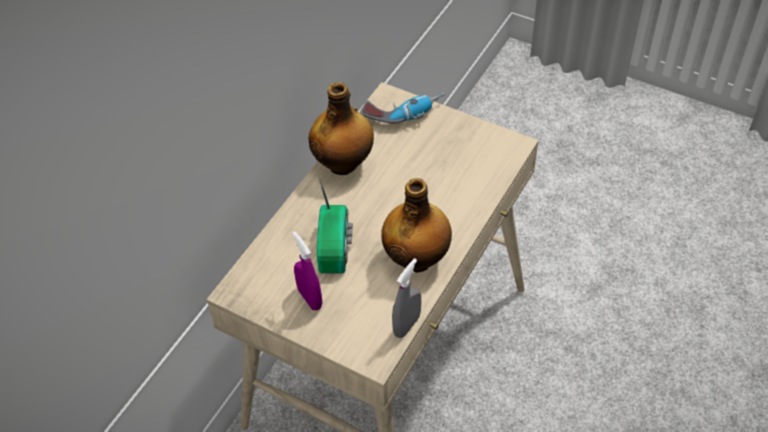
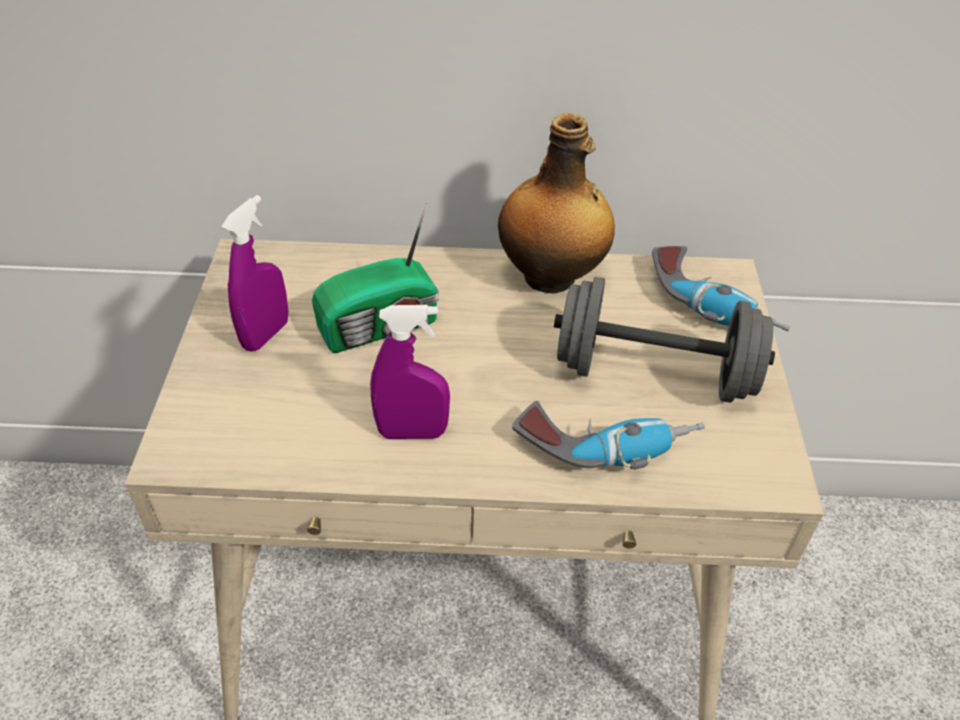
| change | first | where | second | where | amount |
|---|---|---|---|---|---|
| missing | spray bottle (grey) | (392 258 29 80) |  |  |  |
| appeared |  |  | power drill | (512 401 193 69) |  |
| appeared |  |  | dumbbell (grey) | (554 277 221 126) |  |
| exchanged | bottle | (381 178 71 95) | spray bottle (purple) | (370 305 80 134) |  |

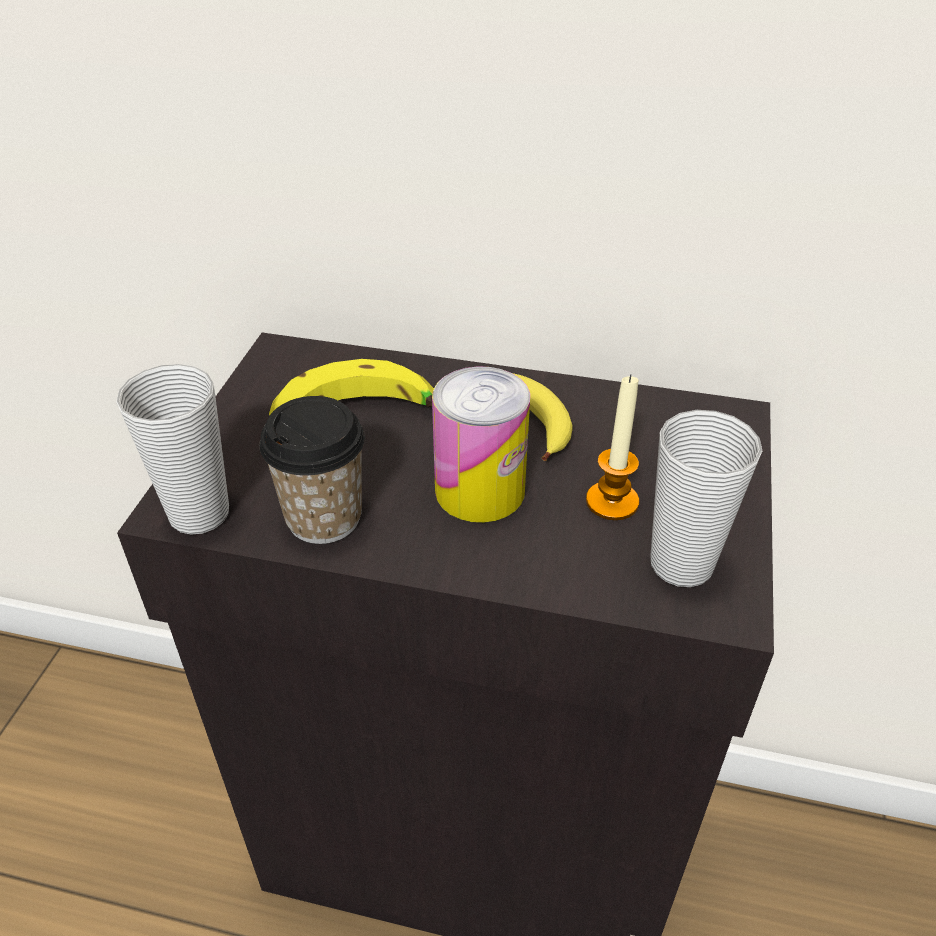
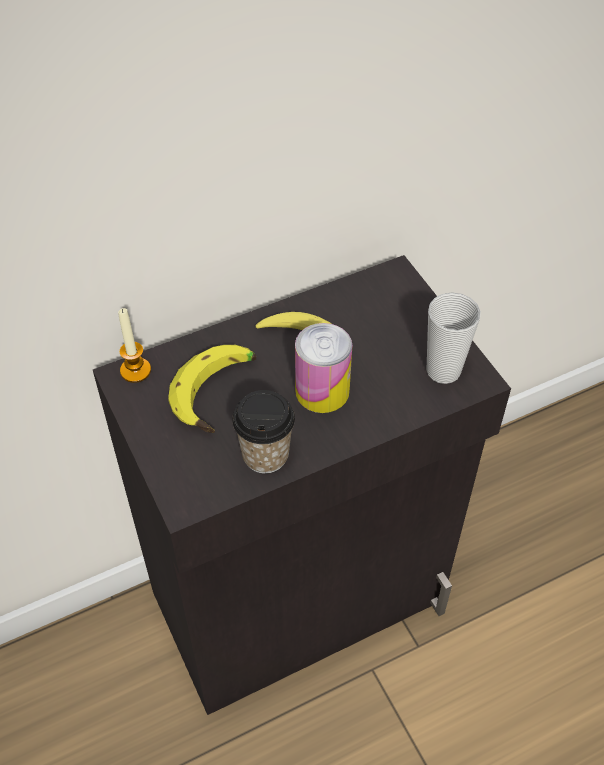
| change | first | where | second | where | amount |
|---|---|---|---|---|---|
| missing | cup | (116 364 113 171) |  |  |  |
| relocated | candle | (586 374 53 146) |  | (118 308 33 75) |  |

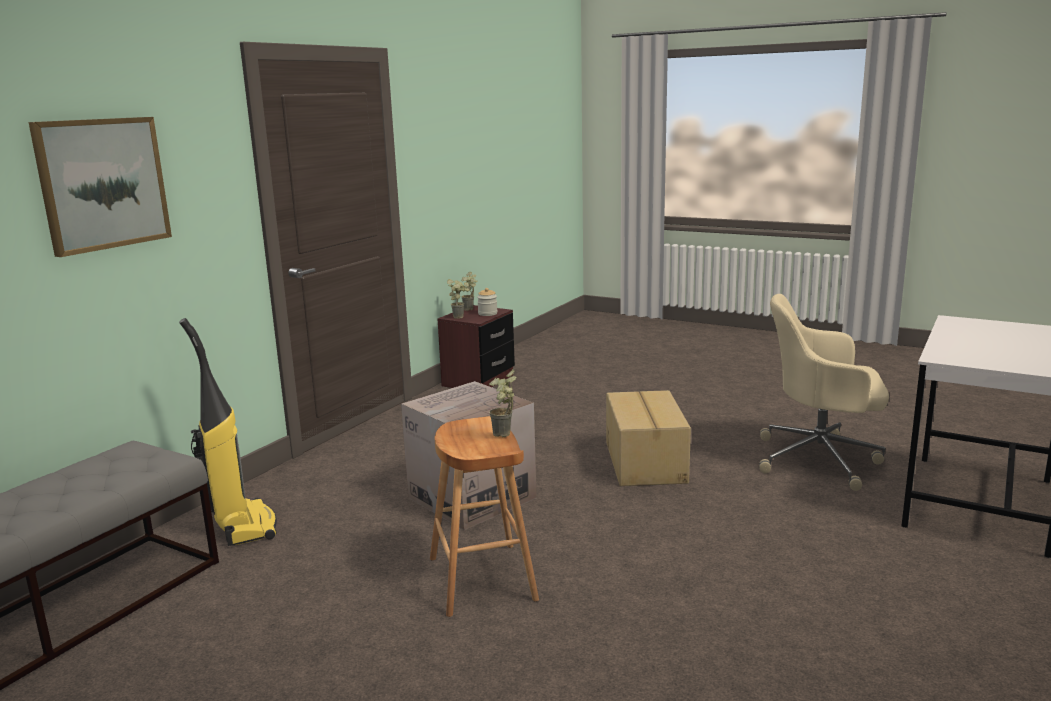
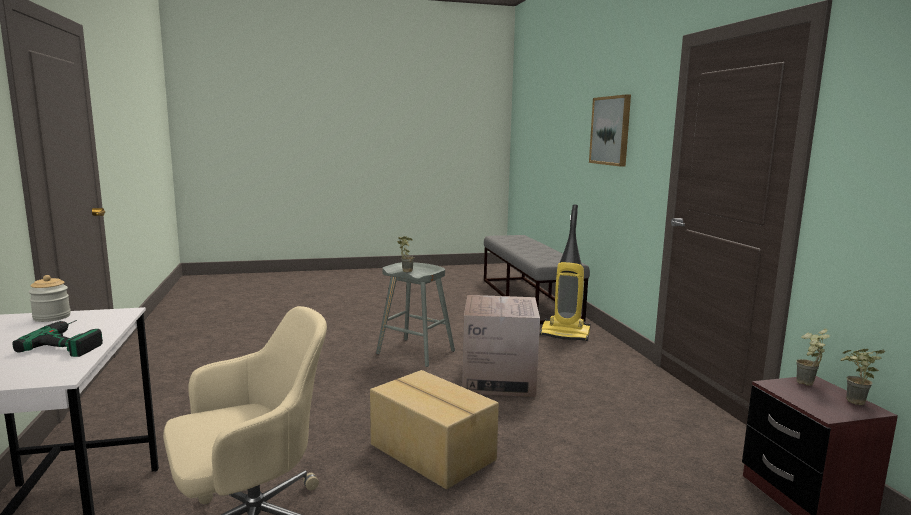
| change | first | where | second | where | amount |
|---|---|---|---|---|---|
| appeared |  |  | power drill | (12 320 91 37) |  |
| relocated | jar | (477 288 21 28) |  | (29 275 42 47) |  |
| colour | stool (brown) | (430 416 109 201) | stool (grey) | (376 262 79 105) |  |

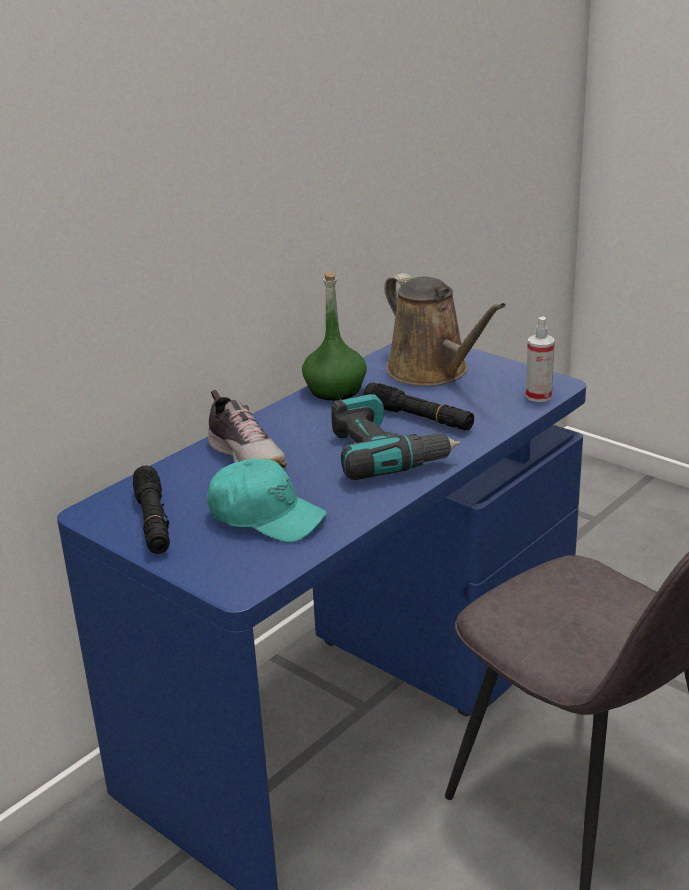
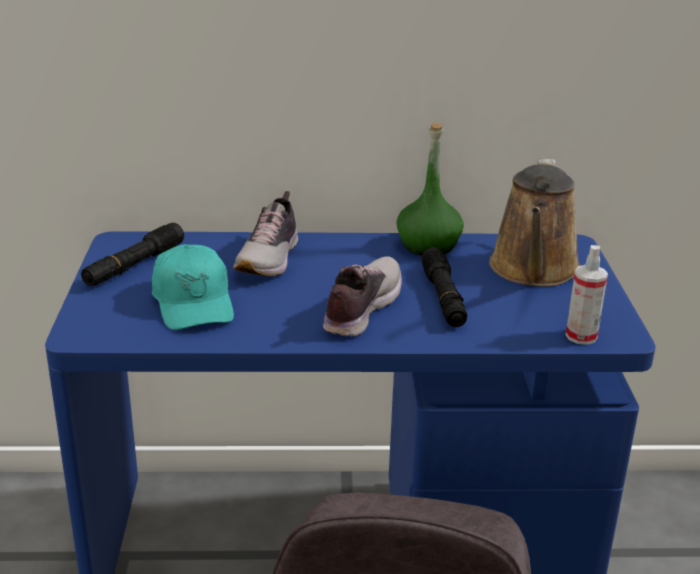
| change | first | where | second | where | amount |
|---|---|---|---|---|---|
| exchanged | power drill | (331 394 129 86) | shoe | (323 256 79 80) |  |

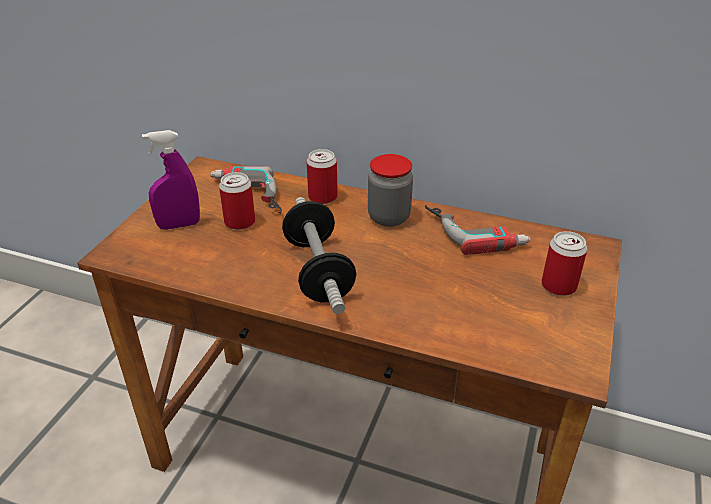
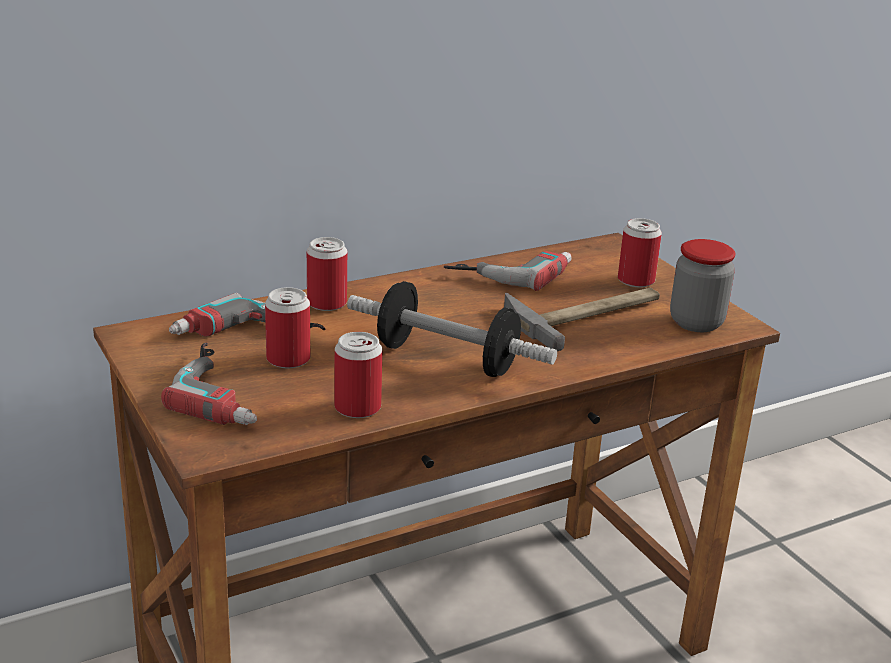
| change | first | where | second | where | amount |
|---|---|---|---|---|---|
| appeared |  |  | can | (334 332 49 86) |  |
| appeared |  |  | hammer | (504 288 156 63) |  |
| relocated | jar | (368 154 45 73) |  | (670 239 66 93) |  |
| exchanged | spray bottle (purple) | (142 130 58 100) | power drill | (161 342 96 83) |  |

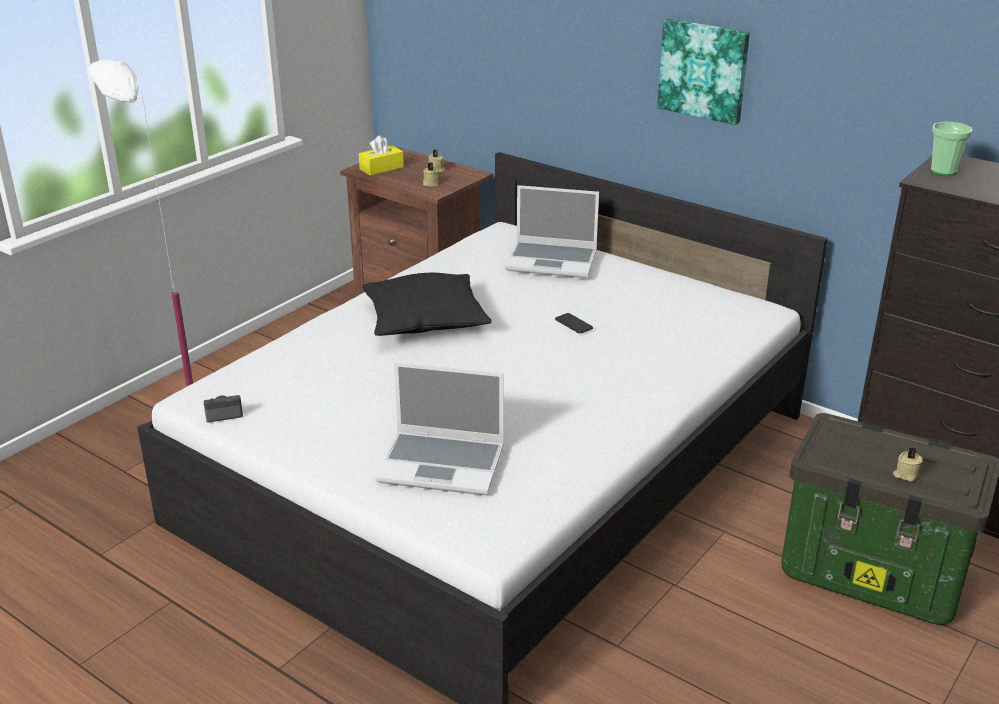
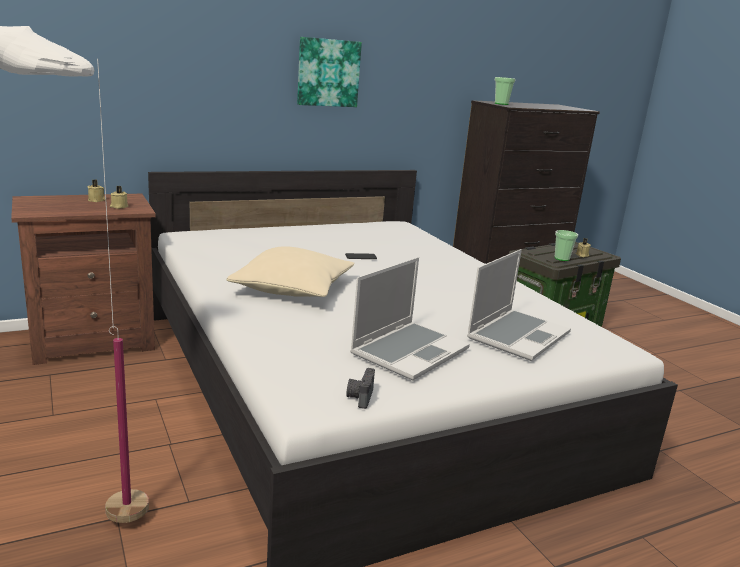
| change | first | where | second | where | amount |
|---|---|---|---|---|---|
| missing | tissue box (yellow) | (359 135 45 41) |  |  |  |
| appeared |  |  | cup | (554 230 24 31) |  |
| relocated | laptop | (505 185 94 93) |  | (350 257 120 124) |  |
| colour | pillow (black) | (362 273 129 63) | pillow (beige) | (226 246 129 51) |  |

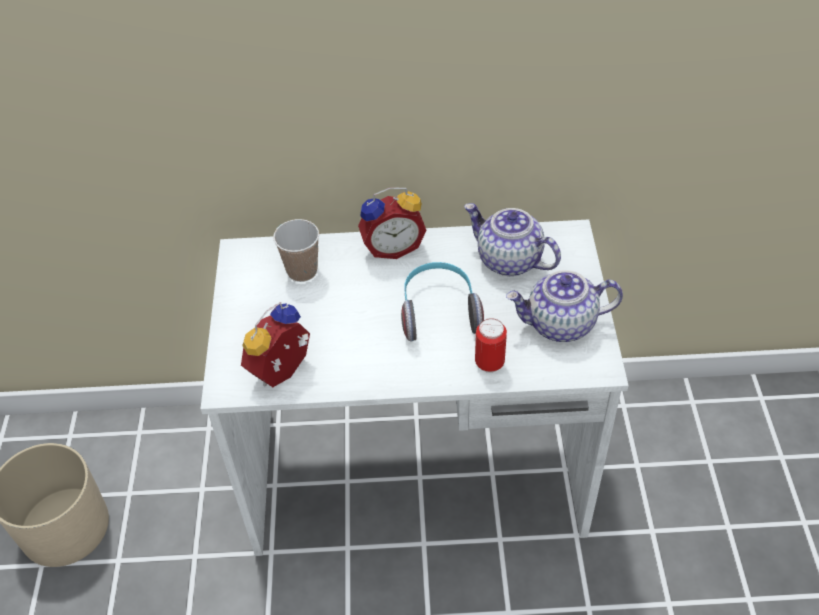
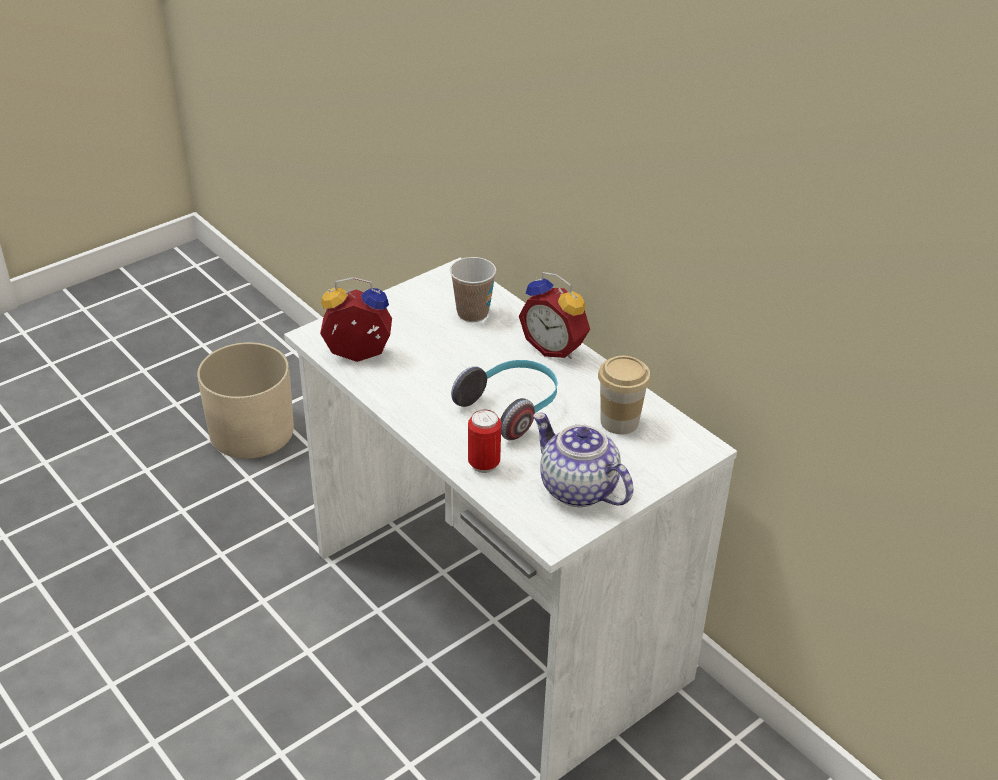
| change | first | where | second | where | amount |
|---|---|---|---|---|---|
| exchanged | teapot | (464 203 97 73) | cup | (598 356 53 78) |  |

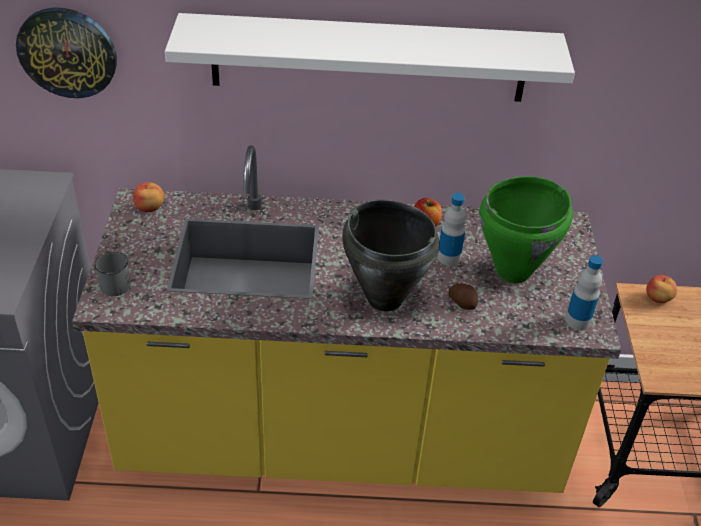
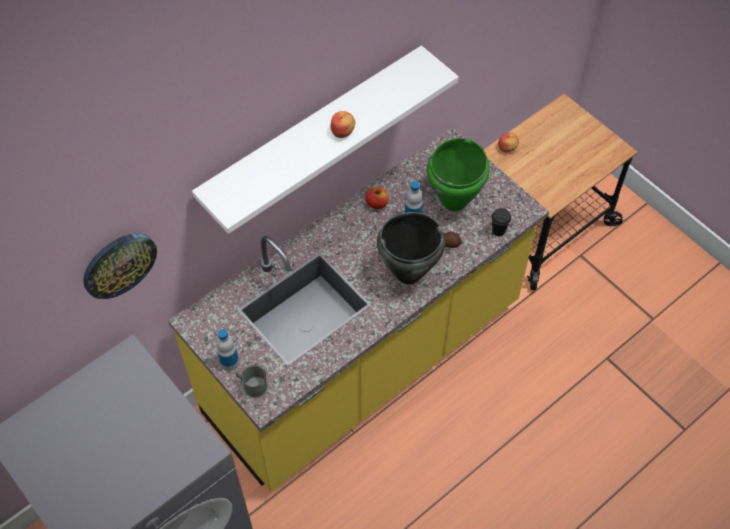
| change | first | where | second | where | amount |
|---|---|---|---|---|---|
| appeared |  |  | cup (black) | (491 208 20 28) |  |
| relocated | apple | (133 182 31 30) |  | (331 111 24 27) |  |
| relocated | bottle | (565 255 38 75) |  | (216 329 23 42) |  |

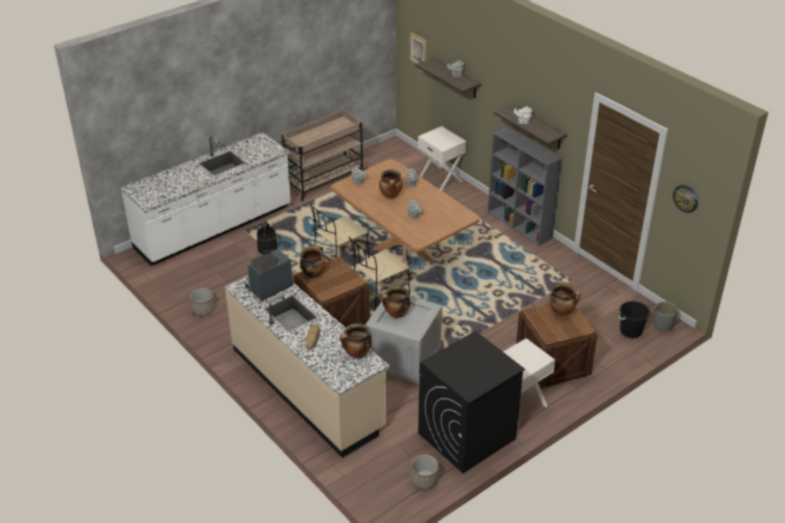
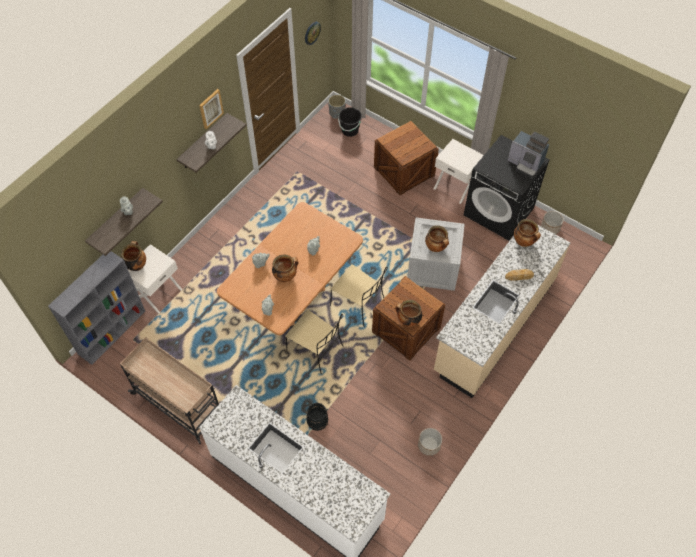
| change | first | where | second | where | amount |
|---|---|---|---|---|---|
| relocated | coffee machine | (245 249 48 52) |  | (507 131 42 48) |  |
| relocated | picture | (410 32 18 32) |  | (199 89 25 40) |  |
| relocated | bookcase (grey) | (488 127 74 118) |  | (48 251 97 114) |  |
| relocated | cooking pot | (550 283 31 33) |  | (121 241 25 30) |  |

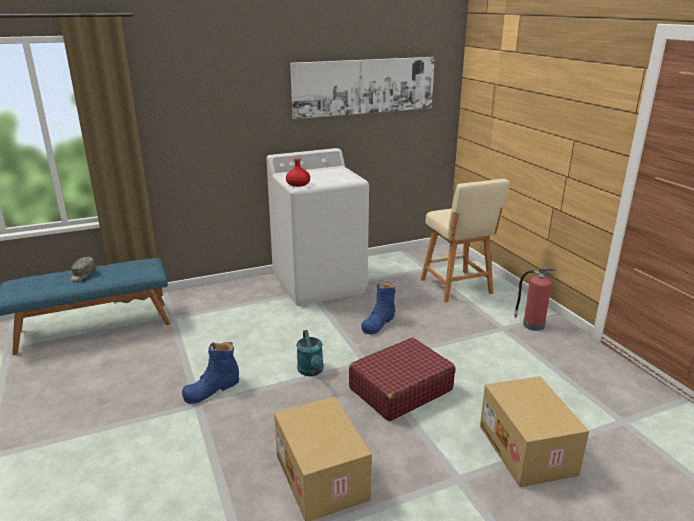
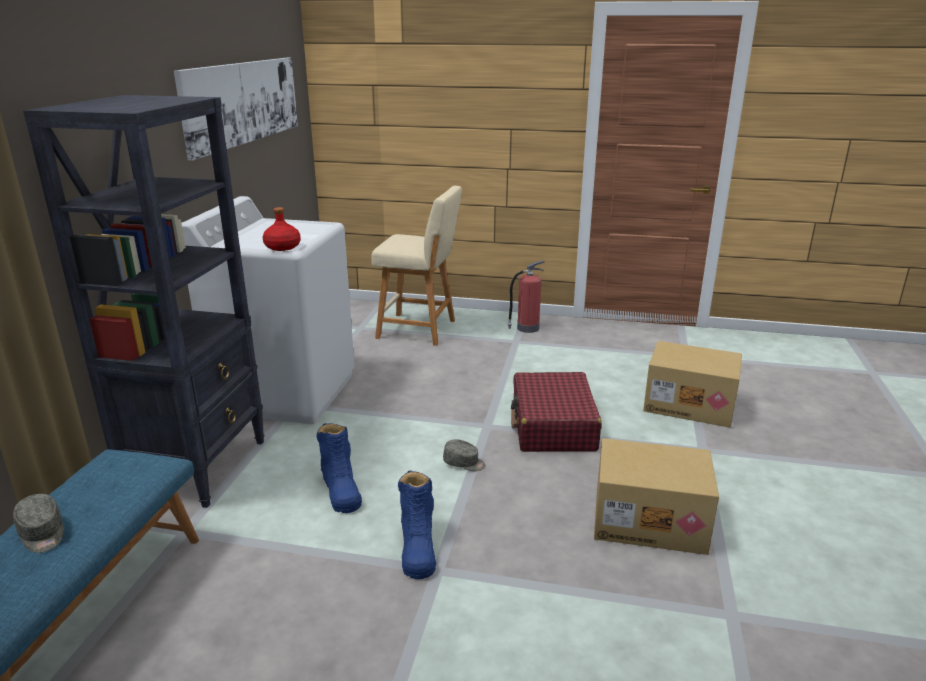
| change | first | where | second | where | amount |
|---|---|---|---|---|---|
| appeared |  |  | bookcase (black) | (23 95 242 413) |  |
| relocated | boot (blue) | (361 282 35 52) |  | (317 423 45 90) |  |
| exchanged | watering can (turquoise) | (296 330 28 46) | cap (grey) | (443 439 43 32) |  |

